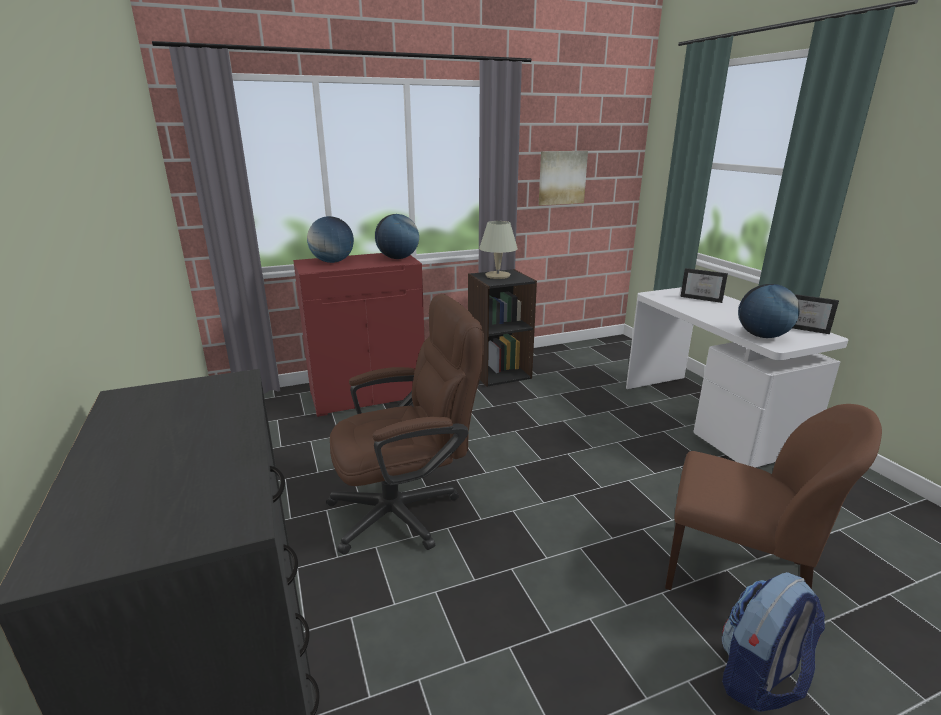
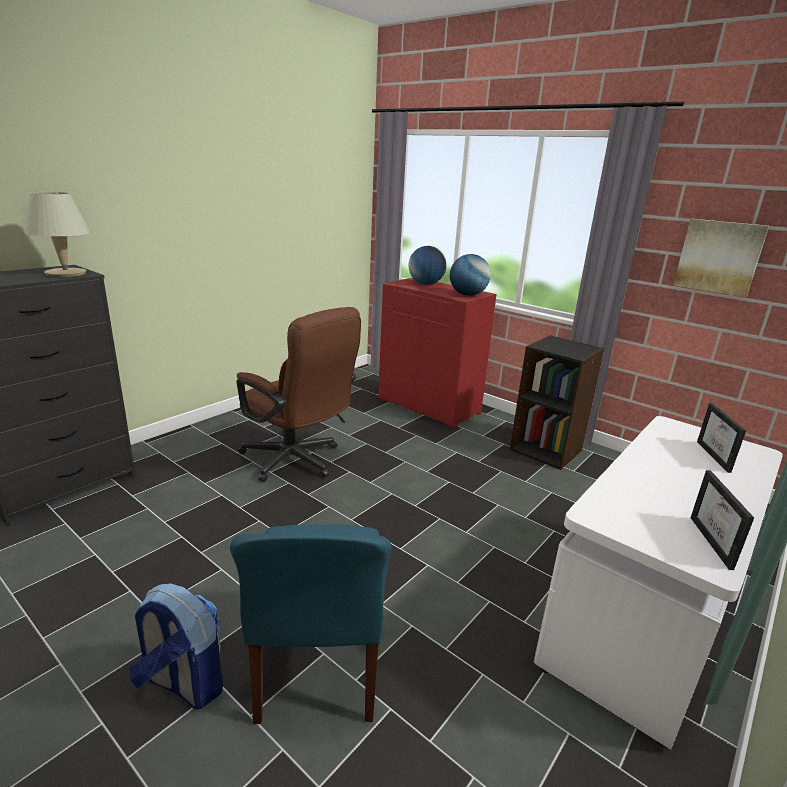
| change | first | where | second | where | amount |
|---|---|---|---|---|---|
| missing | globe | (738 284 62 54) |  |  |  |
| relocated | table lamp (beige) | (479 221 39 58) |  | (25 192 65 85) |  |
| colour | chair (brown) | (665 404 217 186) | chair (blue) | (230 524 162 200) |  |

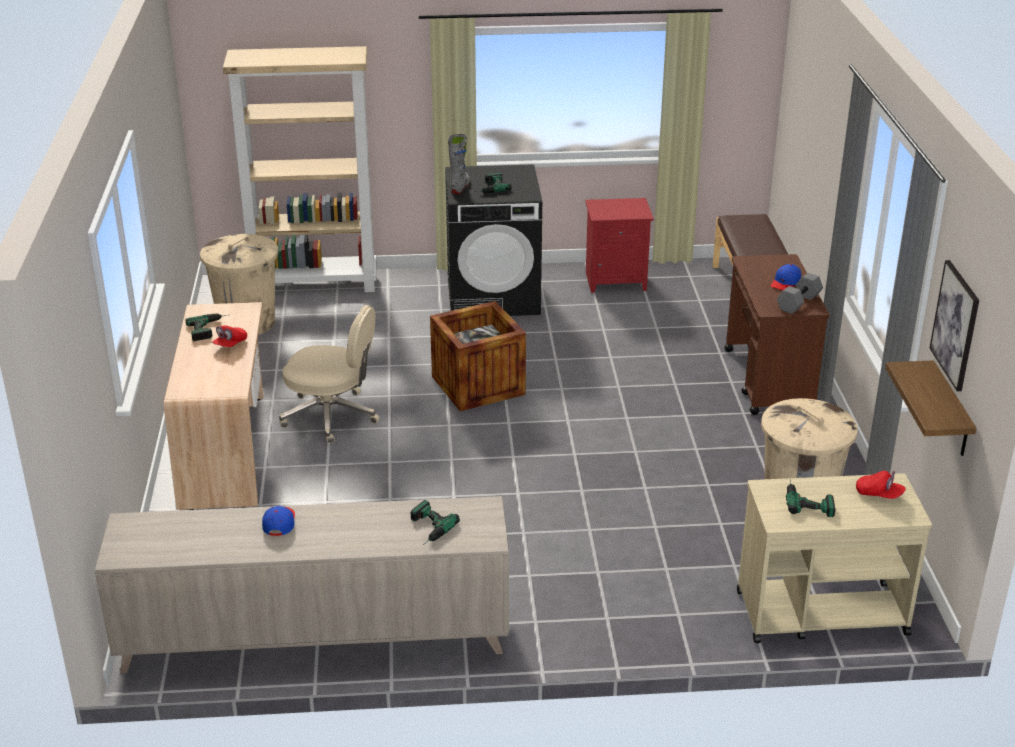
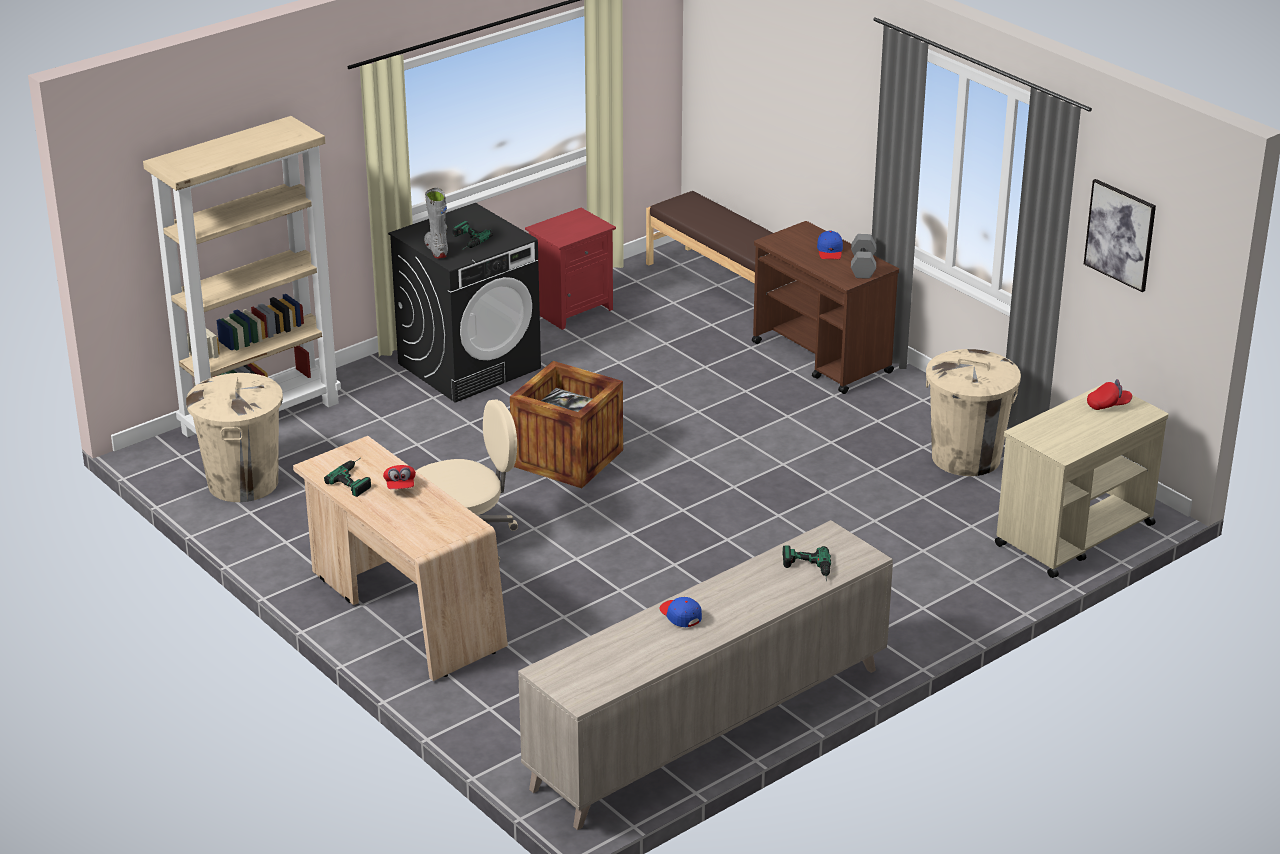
| change | first | where | second | where | amount |
|---|---|---|---|---|---|
| missing | power drill | (786 479 50 38) |  |  |  |
| missing | shelf | (885 360 92 96) |  |  |  |

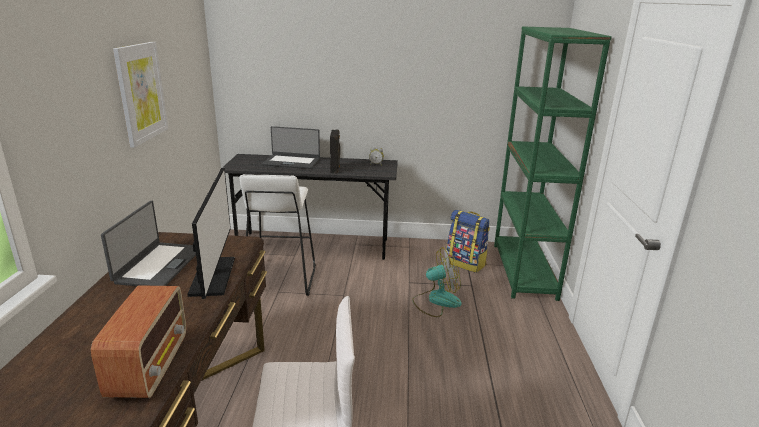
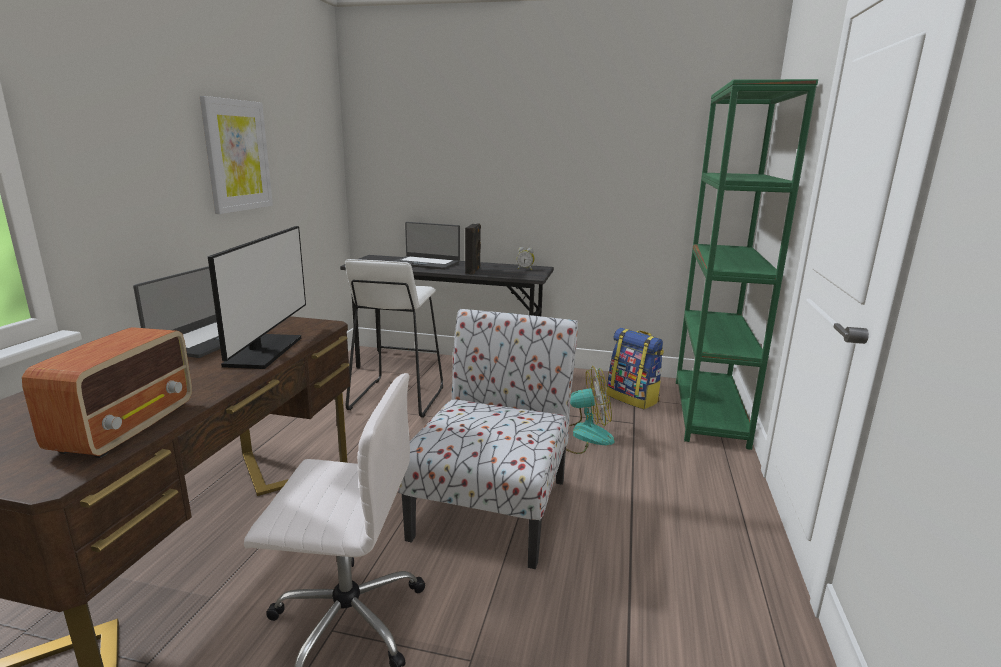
| change | first | where | second | where | amount |
|---|---|---|---|---|---|
| appeared |  |  | chair | (398 309 180 260) |  |

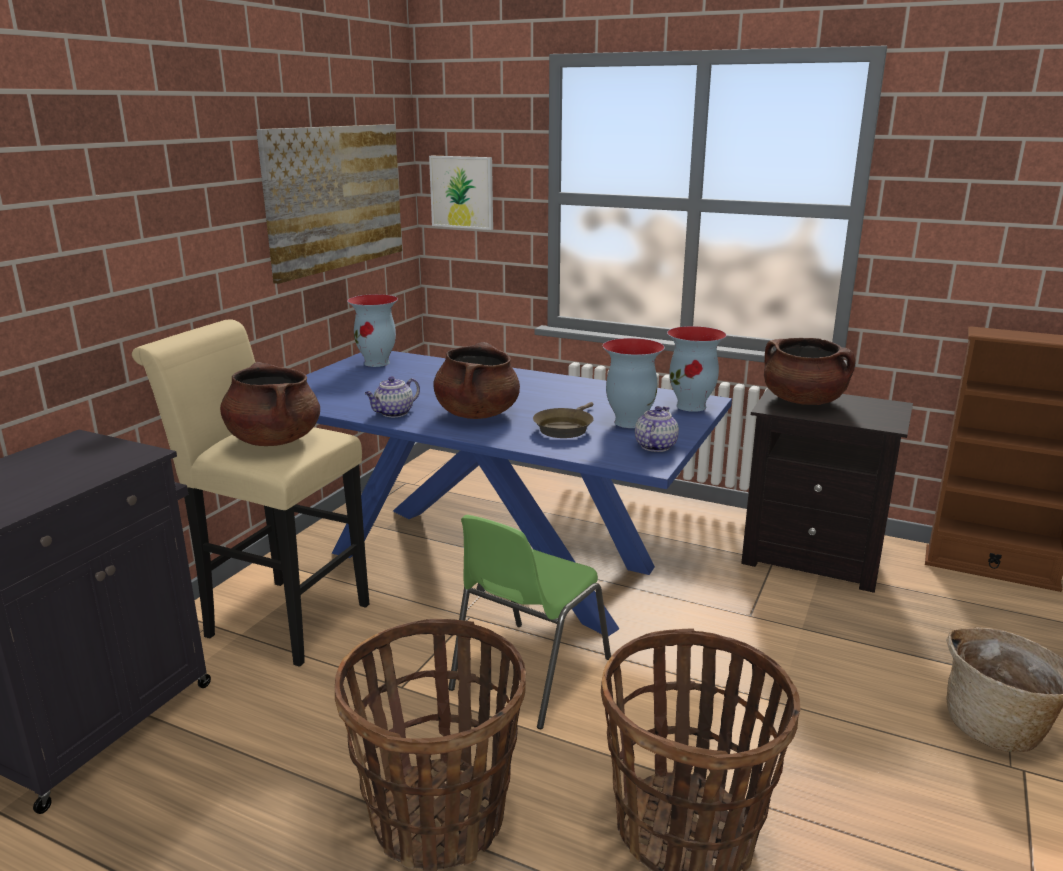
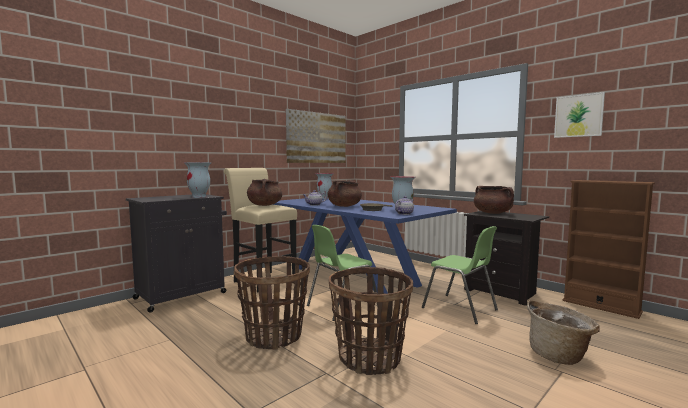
| change | first | where | second | where | amount |
|---|---|---|---|---|---|
| appeared |  |  | chair (green) | (422 226 76 98) |  |
| relocated | picture | (429 156 64 74) |  | (554 92 51 46) |  |
| relocated | vase | (667 326 60 86) |  | (184 162 28 36) |  |

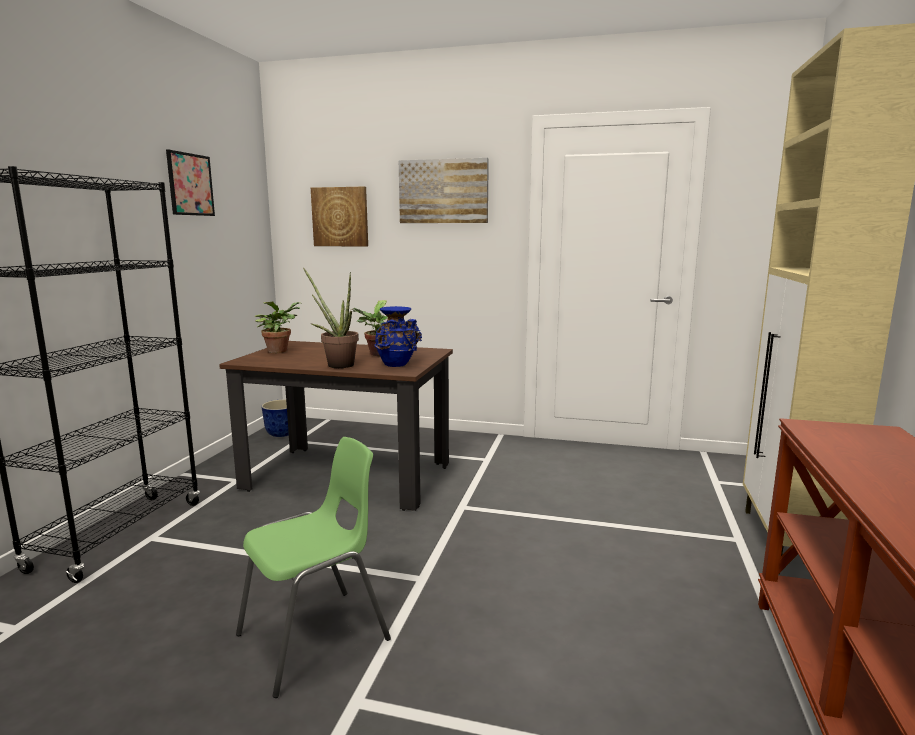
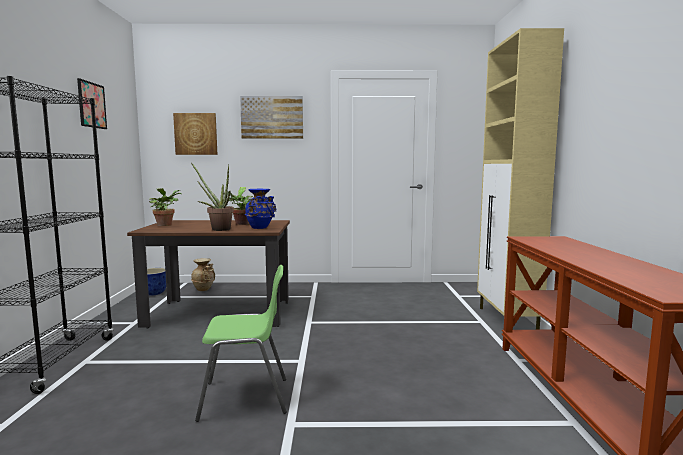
| change | first | where | second | where | amount |
|---|---|---|---|---|---|
| appeared |  |  | vase (beige) | (191 258 24 33) |  |
| spun | chair (green) | (236 437 155 261) |  | (195 265 92 157) | 45 degrees clockwise |

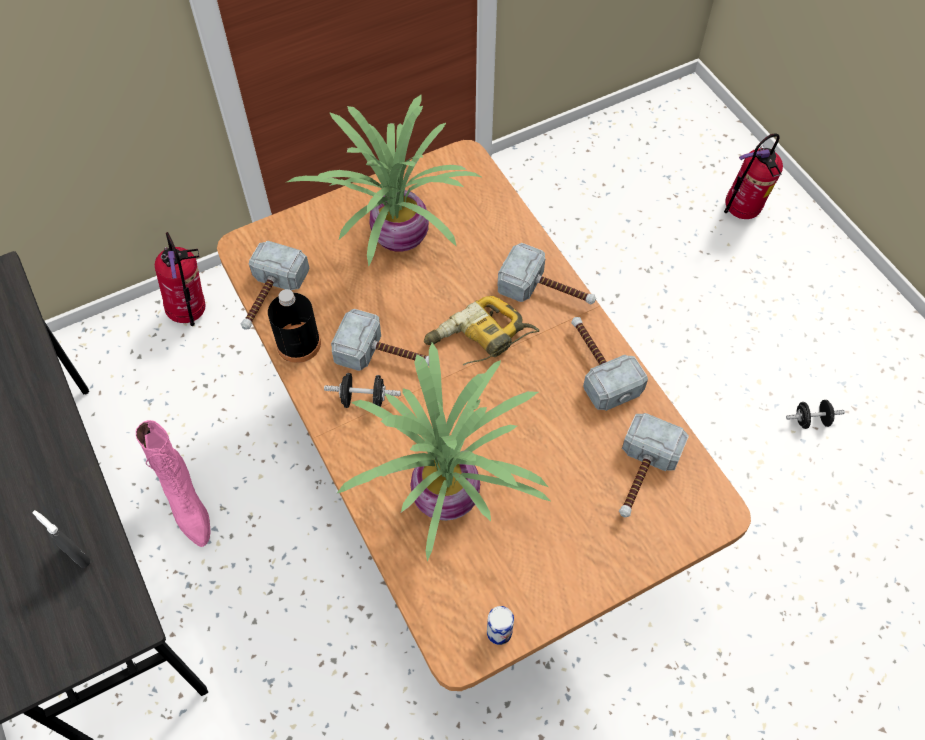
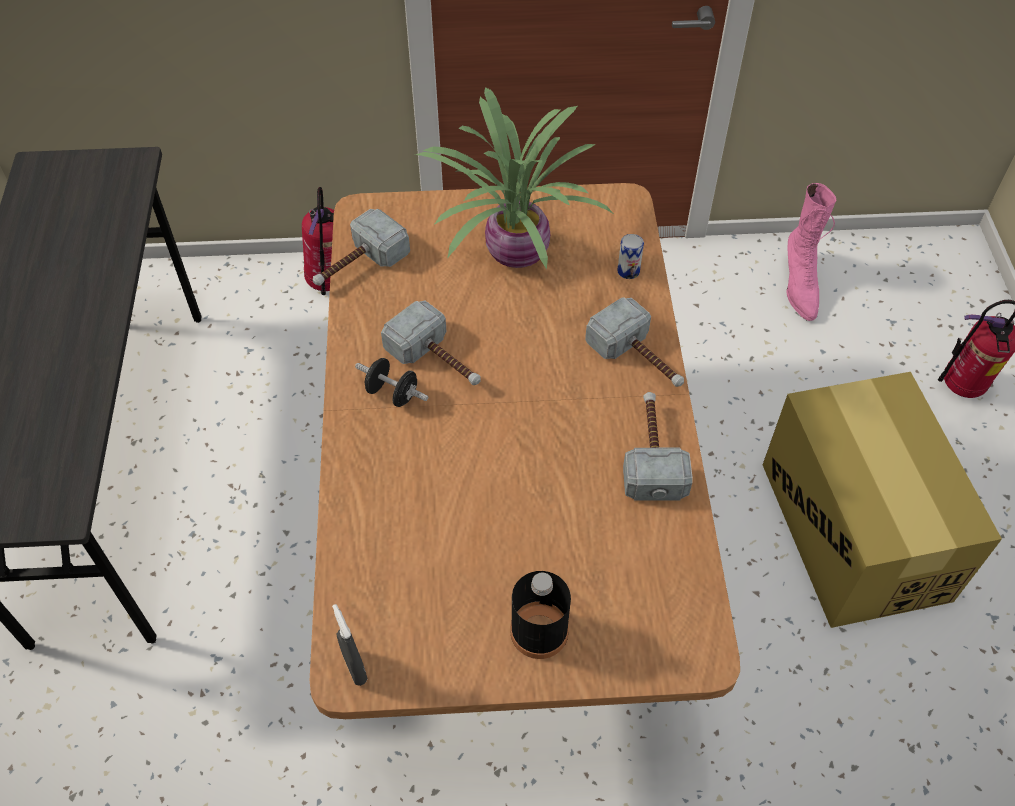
| change | first | where | second | where | amount |
|---|---|---|---|---|---|
| missing | potted plant | (336 342 214 219) |  |  |  |
| missing | power drill | (424 296 116 69) |  |  |  |
| missing | hammer | (619 413 70 104) |  |  |  |
| missing | dumbbell (black) | (786 400 59 29) |  |  |  |
| appeared |  |  | cardboard box | (763 372 239 256) |  |
| relocated | spray bottle (grey) | (33 510 58 58) |  | (332 604 36 82) |  |
| relocated | boot (pink) | (136 420 75 127) |  | (787 183 49 138) |  |
| relocated | bottle (black) | (268 289 53 74) |  | (510 571 61 88) |  |
| relocated | can | (487 606 27 39) |  | (617 234 27 45) |  |

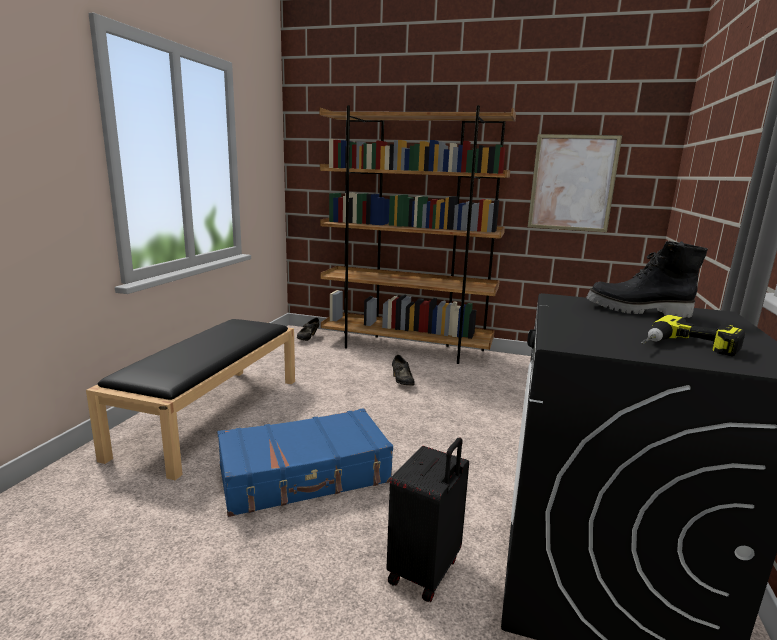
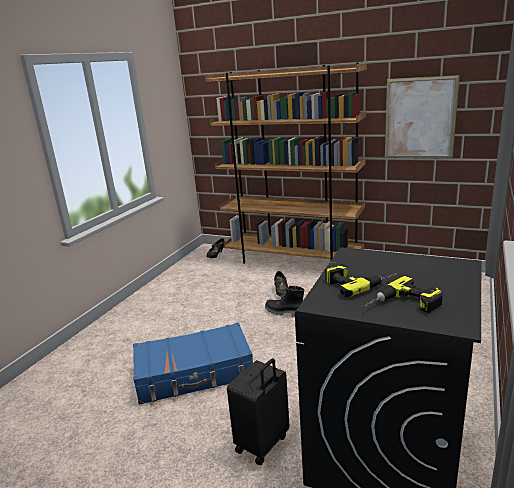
| change | first | where | second | where | amount |
|---|---|---|---|---|---|
| missing | bench (black) | (86 319 209 161) |  |  |  |
| appeared |  |  | power drill | (325 264 73 33) |  |
| relocated | boot (black) | (586 241 122 77) |  | (265 286 39 31) |  |

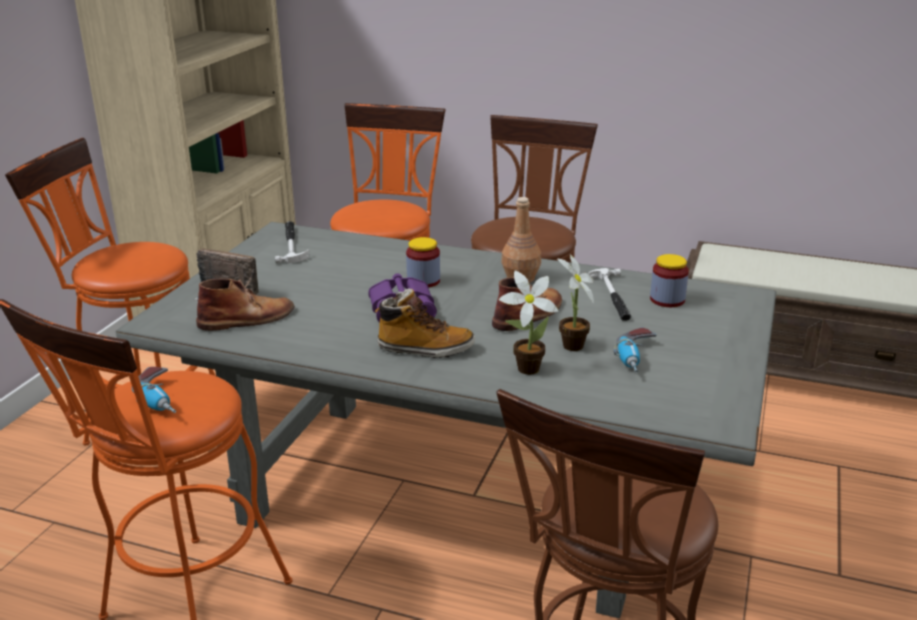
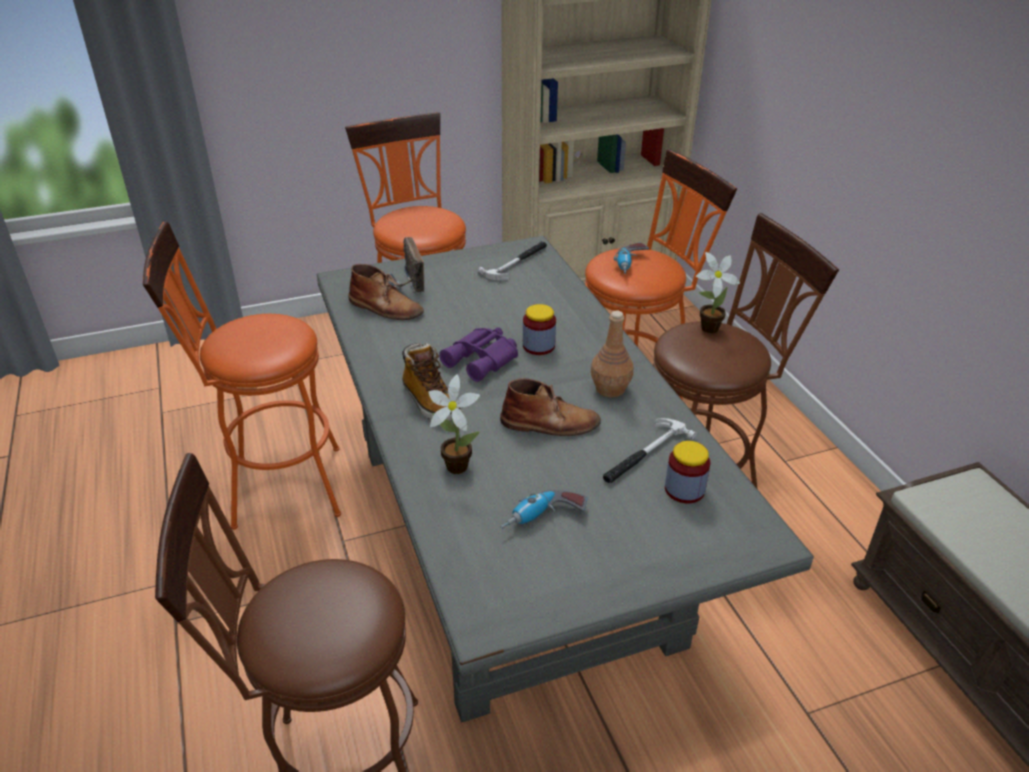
| change | first | where | second | where | amount |
|---|---|---|---|---|---|
| relocated | power drill | (132 367 44 46) |  | (614 243 35 31) |  |
| relocated | potted plant | (558 254 36 97) |  | (696 252 44 81) |  |

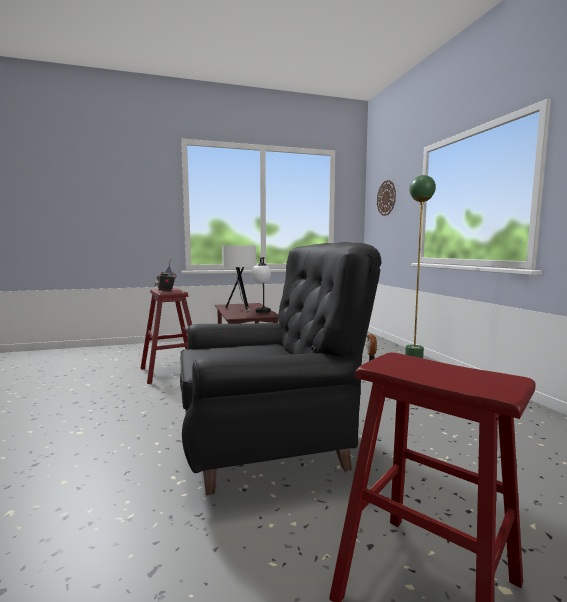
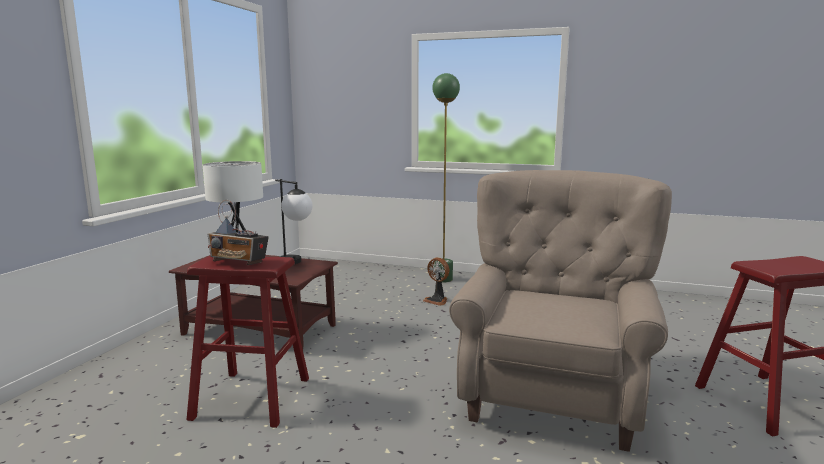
| change | first | where | second | where | amount |
|---|---|---|---|---|---|
| missing | wall clock | (377 180 19 36) |  |  |  |
| colour | armchair (black) | (180 242 202 253) | armchair (beige) | (449 170 223 282) |  |

